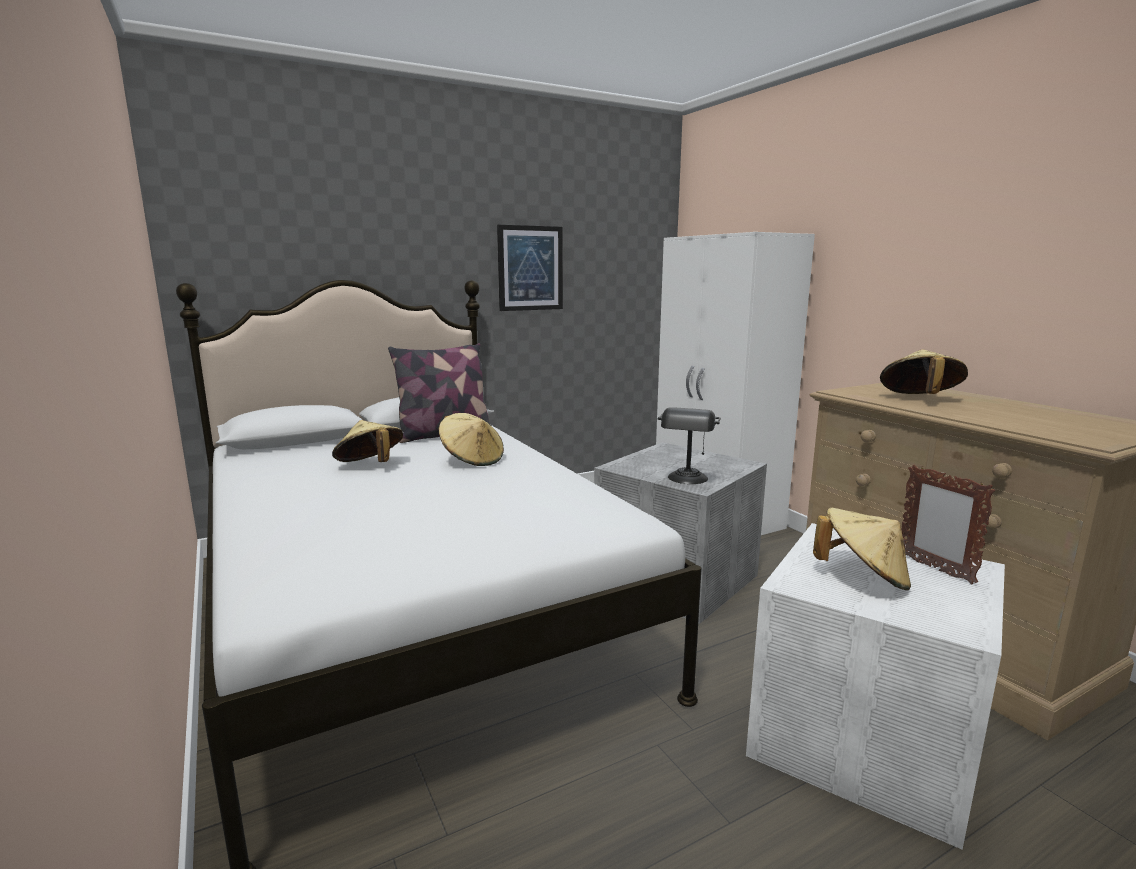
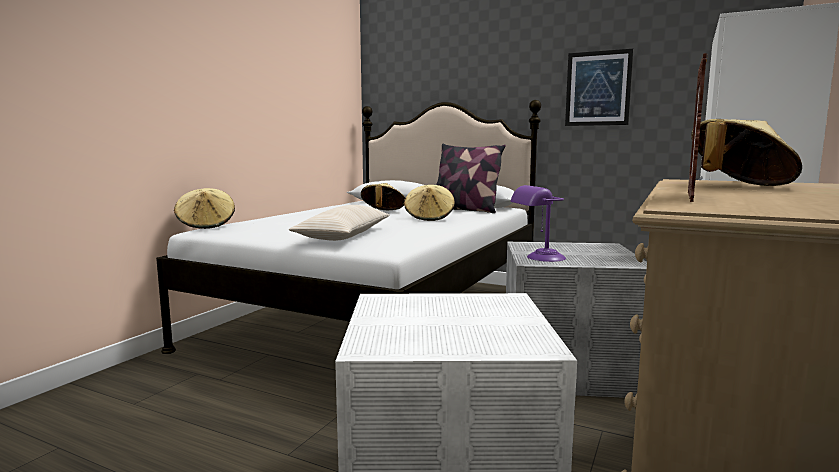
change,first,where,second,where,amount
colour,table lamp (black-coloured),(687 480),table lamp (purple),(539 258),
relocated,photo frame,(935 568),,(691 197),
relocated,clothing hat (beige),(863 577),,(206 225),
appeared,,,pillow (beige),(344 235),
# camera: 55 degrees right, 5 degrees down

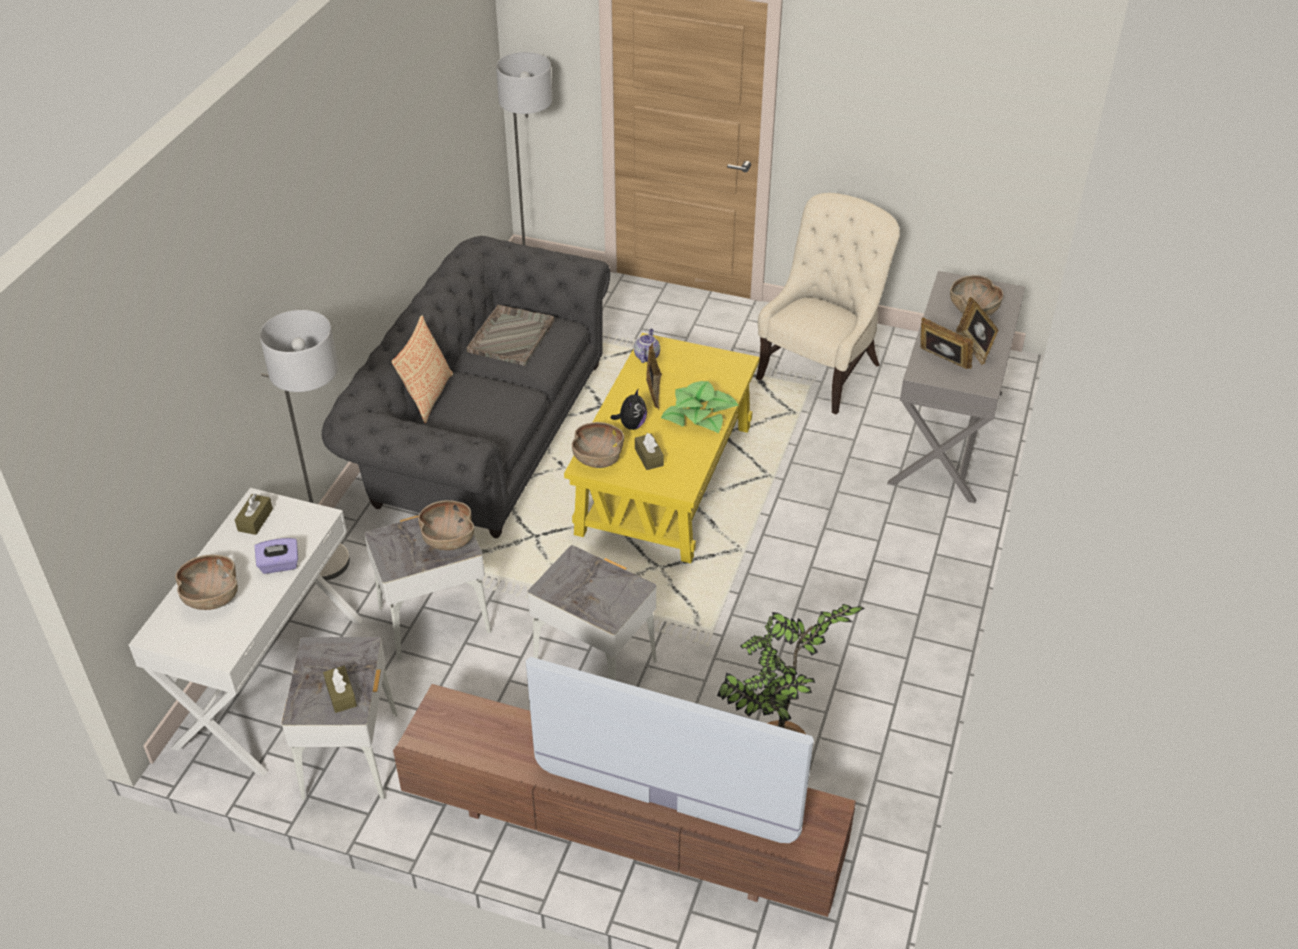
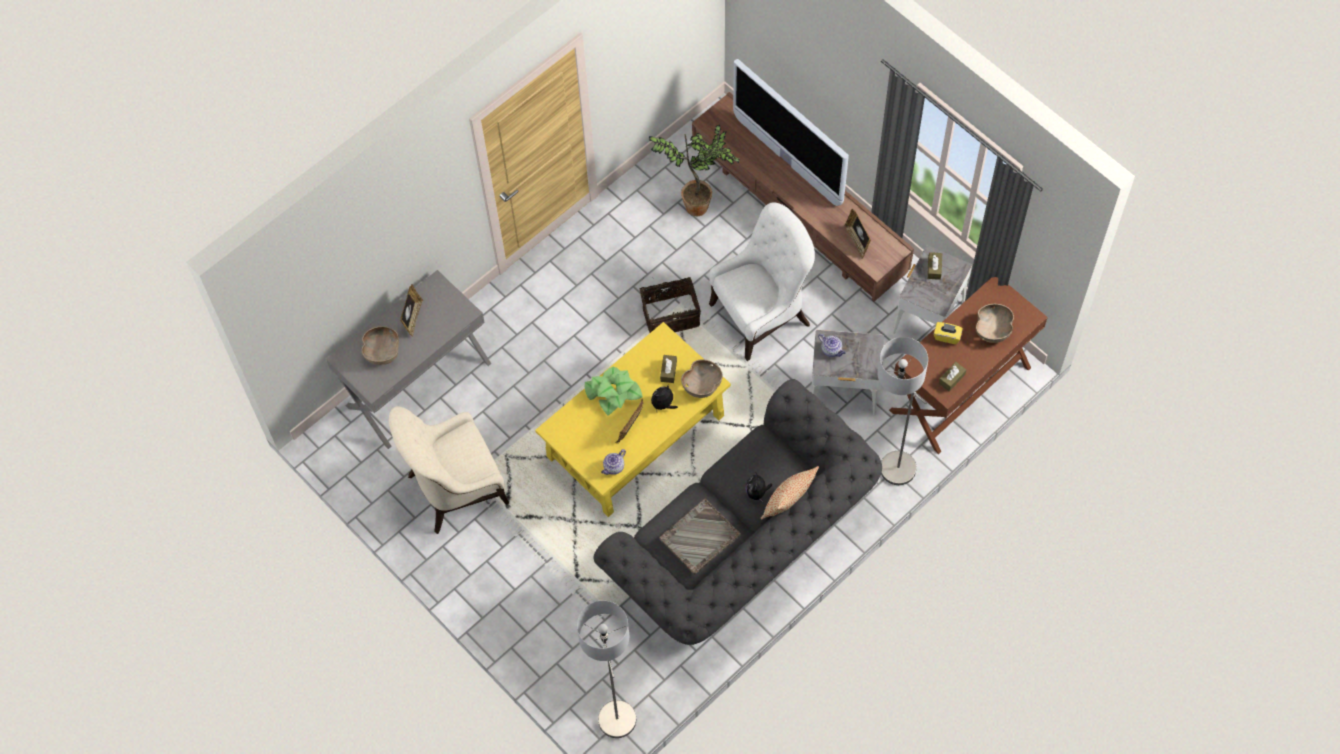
change,first,where,second,where,amount
relocated,photo frame,(942 361),,(857 241),
colour,hall table (white),(269 681),hall table (brownish),(960 389),
exchanged,bowl (brownish),(448 539),pot for tea,(831 350),
colour,tissue box (purple),(279 565),tissue box (yellow-coloured),(947 336),
exchanged,side table,(594 663),easy chair (white),(761 314),
appeared,,,storage basket,(670 314),
appeared,,,plush toy,(757 492),
# camera: 150 degrees left, 20 degrees up

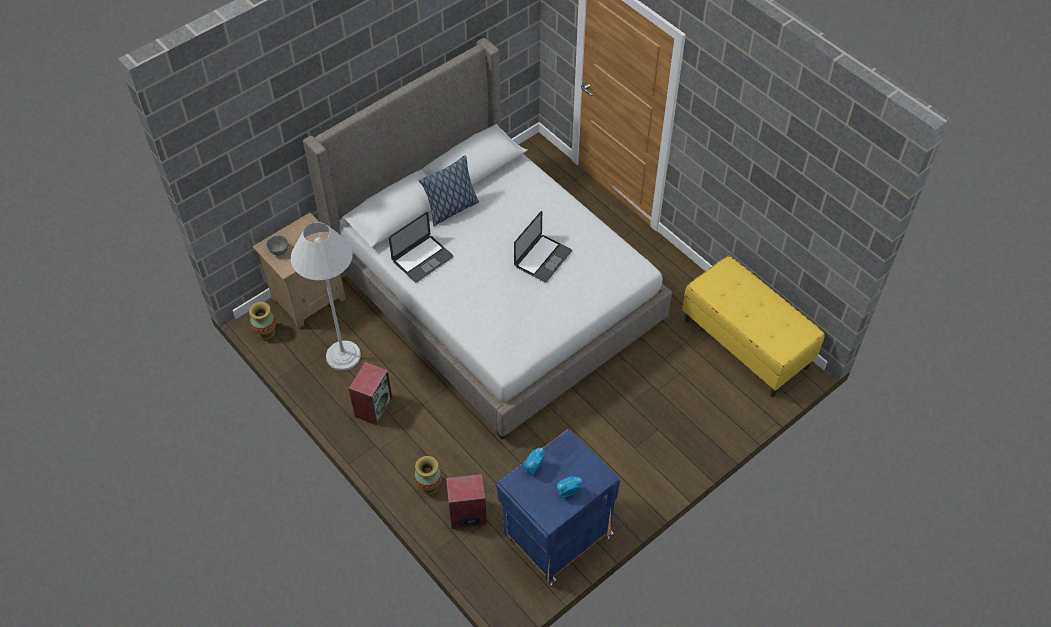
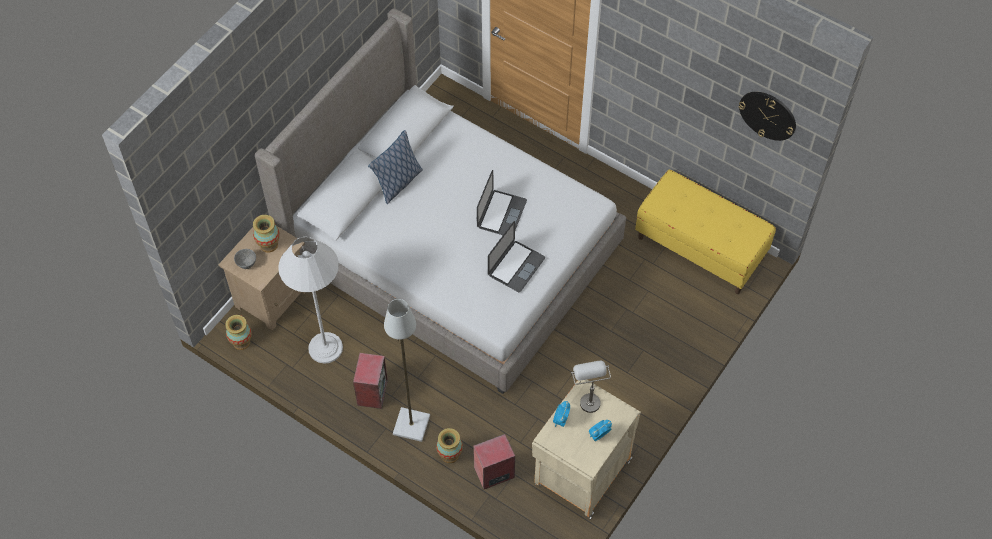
change,first,where,second,where,amount
relocated,notebook computer,(422 258),,(516 266),
colour,cart (blue),(556 538),cart (beige),(581 474),
appeared,,,wall clock,(768 115),
appeared,,,vase,(268 244),
appeared,,,standard lamp (grey),(410 425),
appeared,,,table lamp (grey),(587 397),
# camera: 15 degrees left, 5 degrees up

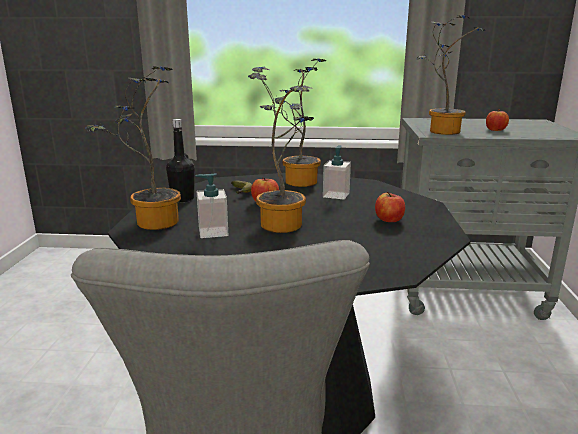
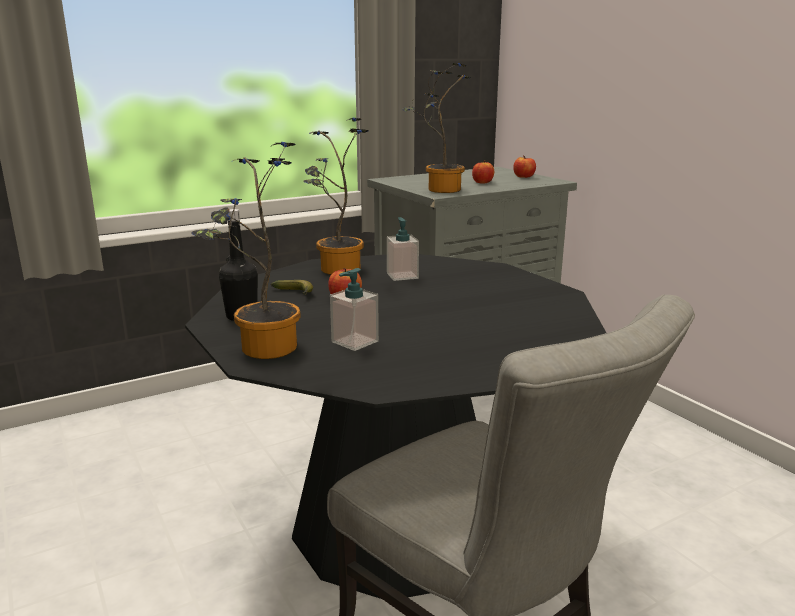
change,first,where,second,where,amount
missing,potted plant,(285 223),,,
relocated,apple,(389 220),,(524 177),
# camera: 35 degrees left, 0 degrees up

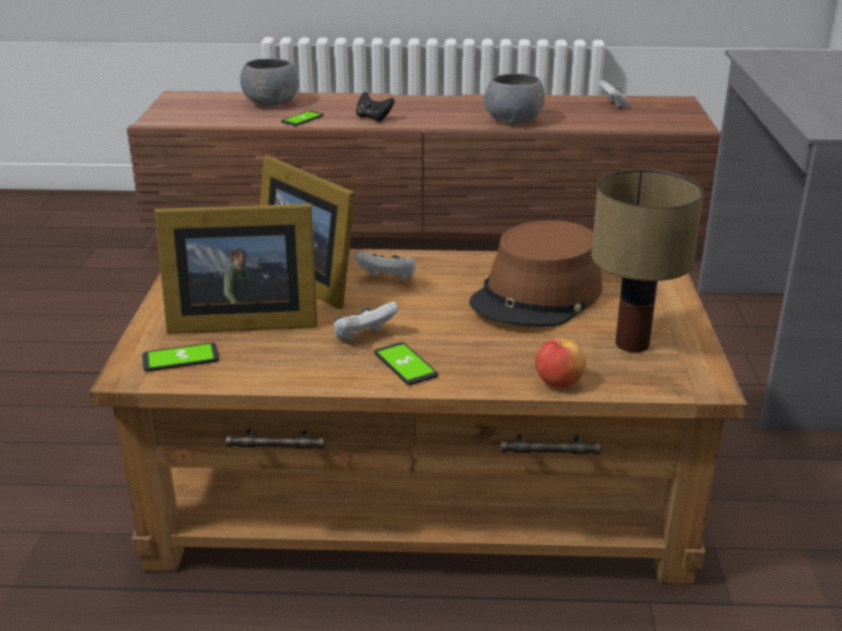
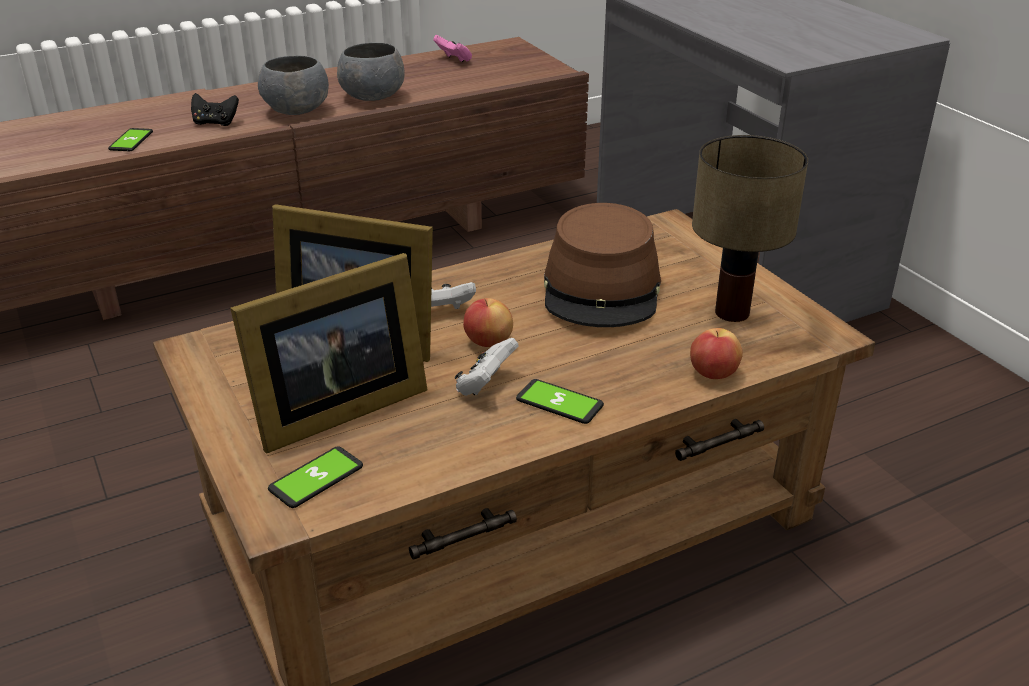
change,first,where,second,where,amount
relocated,bowl (grey),(272 103),,(297 110),
colour,gamepad (white),(614 105),gamepad (pink),(454 60),
appeared,,,apple,(488 342),
# camera: 30 degrees left, 5 degrees up

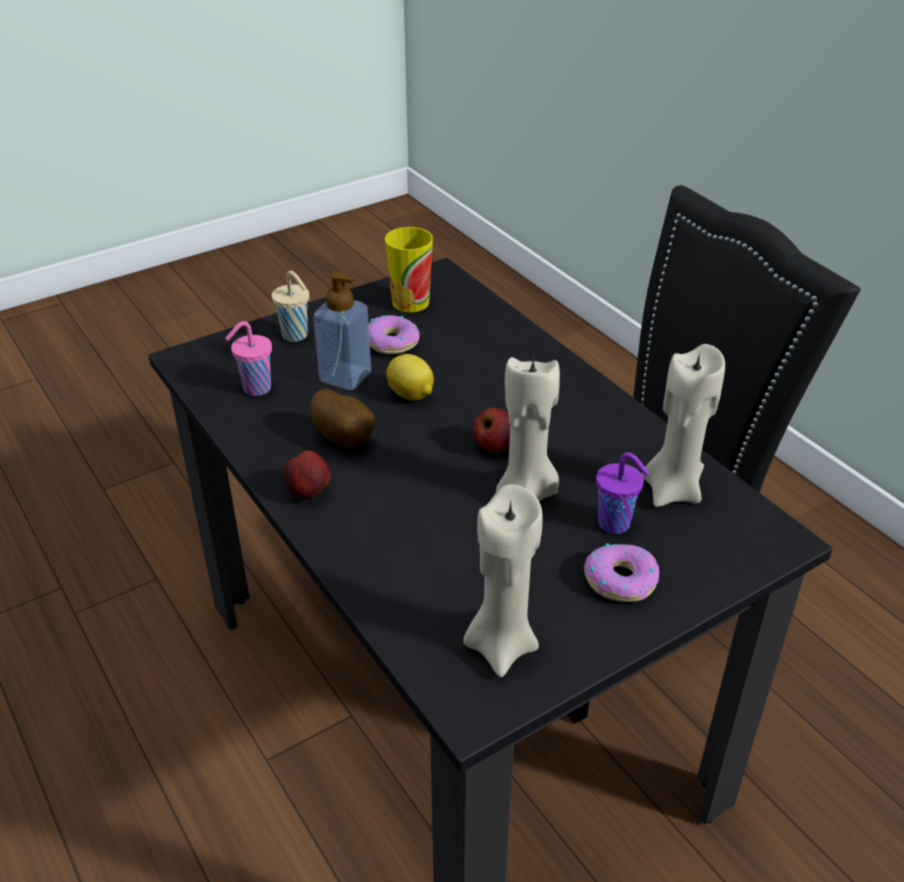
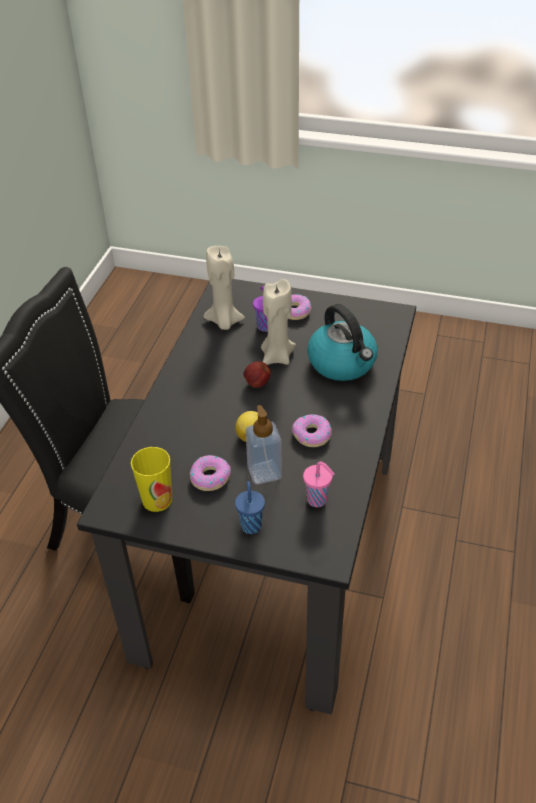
change,first,where,second,where,amount
colour,drinking cup (beige),(296 336),drinking cup (blue),(251 525),
exchanged,spud,(345 438),doughnut,(311 435),
missing,apple,(309 493),,,
missing,wax candle (beige),(501 645),,,
appeared,,,kettle,(343 363),
# camera: 130 degrees left, 5 degrees up

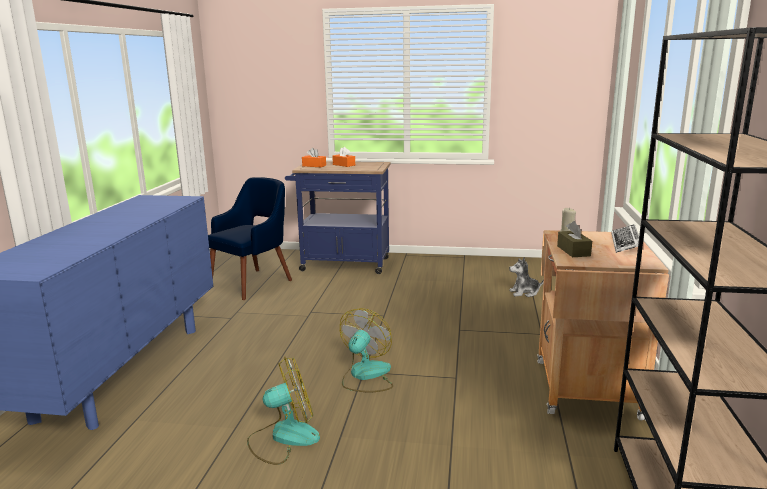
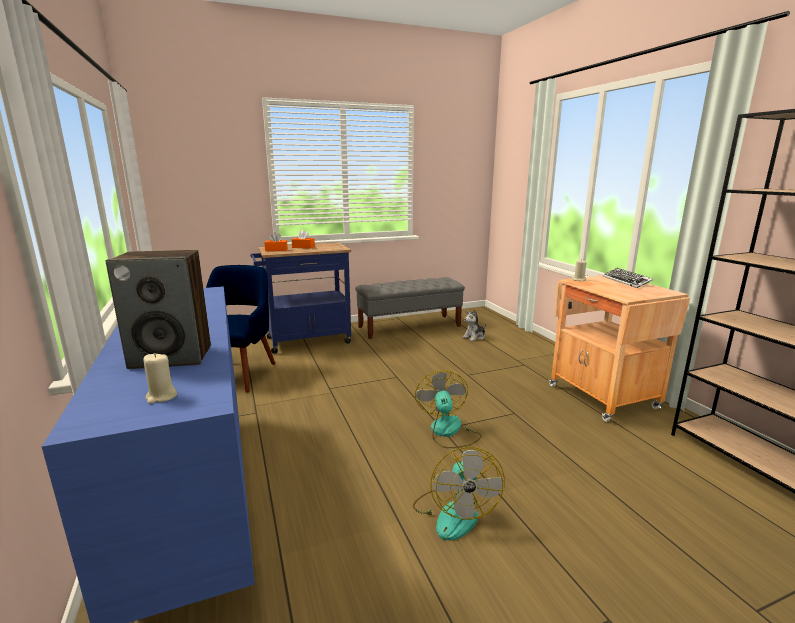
change,first,where,second,where,amount
missing,tissue box (brownish),(573 251),,,
spun,electric fan,(283 437),,(454 512),135 degrees clockwise
appeared,,,speaker,(172 357),
appeared,,,indoor bench (grey),(409 326),
appeared,,,wax candle (beige),(161 397),
# camera: 30 degrees left, 0 degrees up

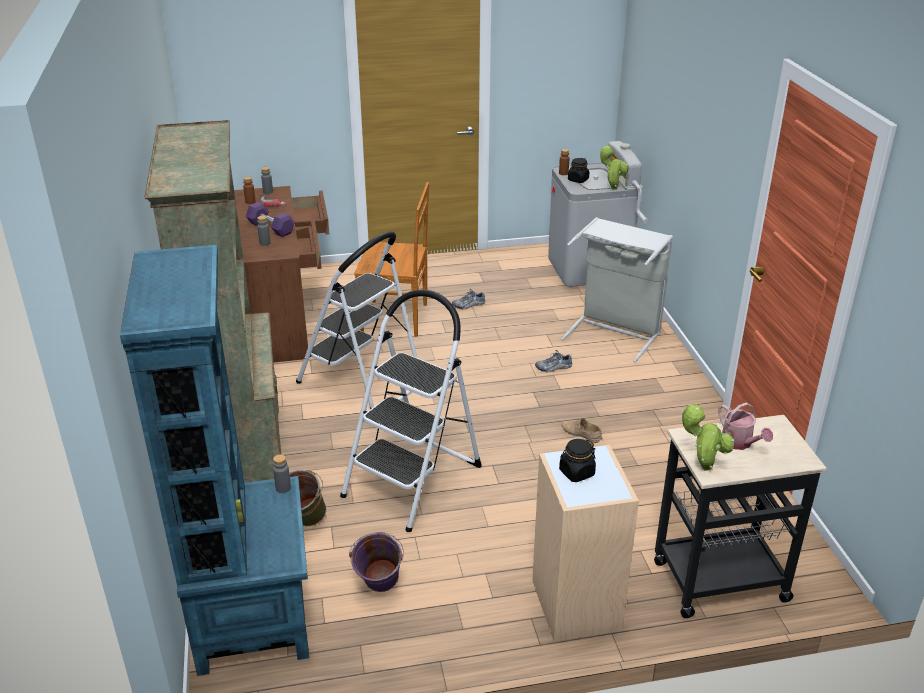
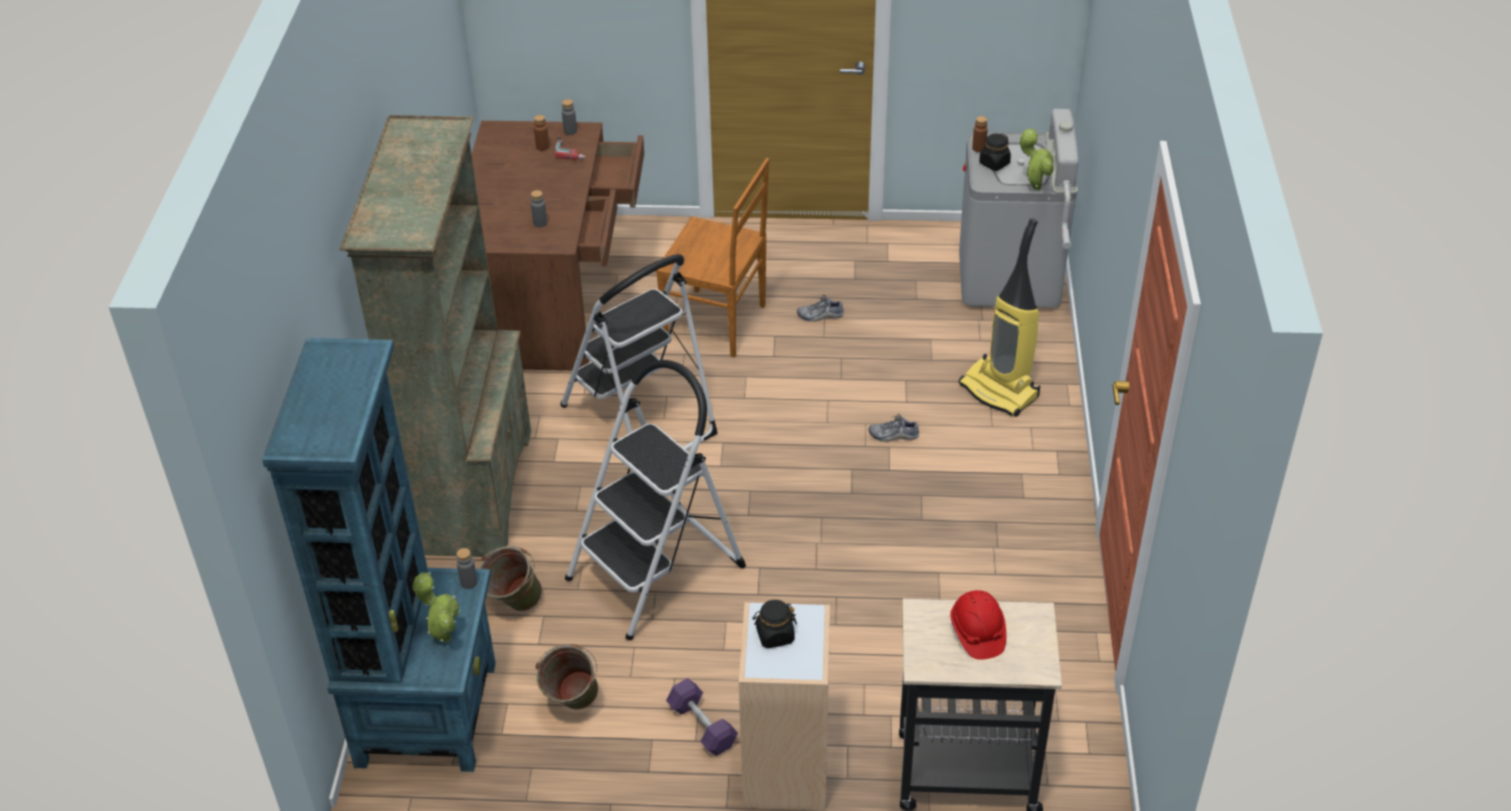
change,first,where,second,where,amount
relocated,free weight (purple),(270 228),,(702 726),
exchanged,hamper (grey),(615 332),vacuum,(1000 391),
exchanged,sprinkling can,(739 443),safety helmet (reddish),(977 633),
relocated,potted plant,(702 466),,(443 636),
missing,shoe (beige),(580 434),,,
colour,pail (purple),(379 590),pail (greenish),(572 706),
# camera: 15 degrees right, 10 degrees up

